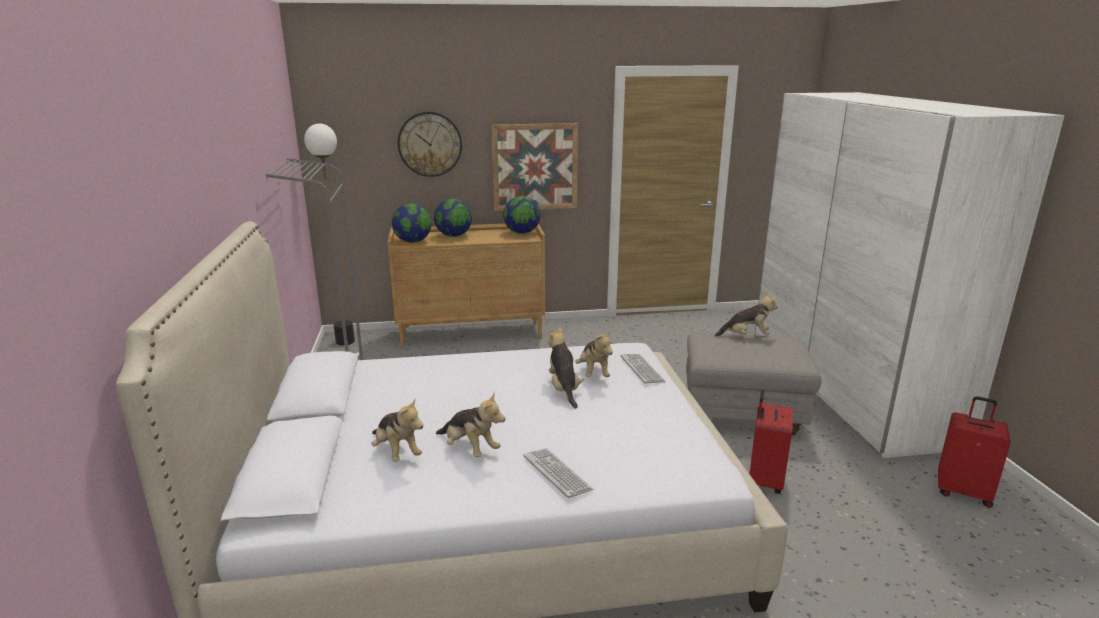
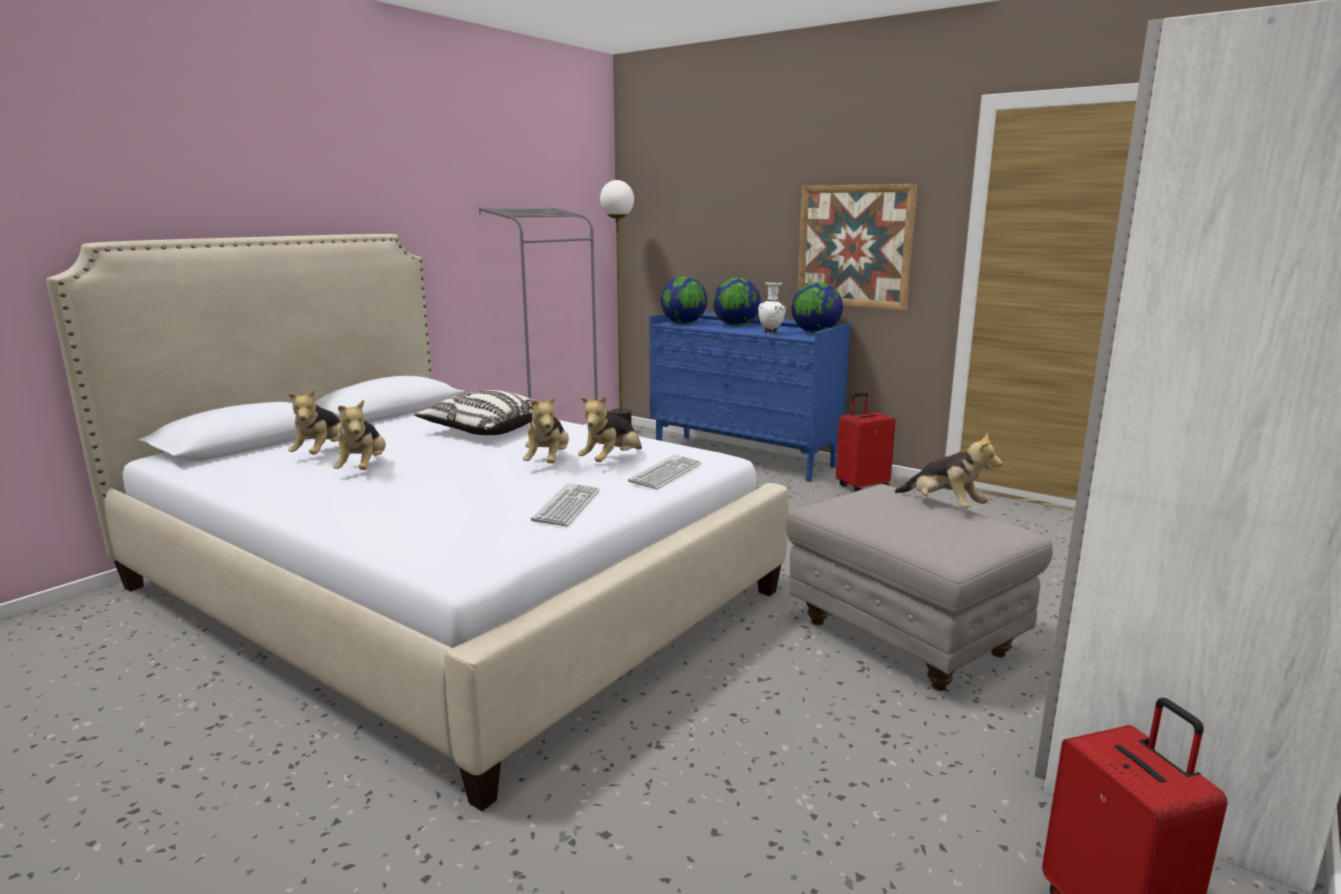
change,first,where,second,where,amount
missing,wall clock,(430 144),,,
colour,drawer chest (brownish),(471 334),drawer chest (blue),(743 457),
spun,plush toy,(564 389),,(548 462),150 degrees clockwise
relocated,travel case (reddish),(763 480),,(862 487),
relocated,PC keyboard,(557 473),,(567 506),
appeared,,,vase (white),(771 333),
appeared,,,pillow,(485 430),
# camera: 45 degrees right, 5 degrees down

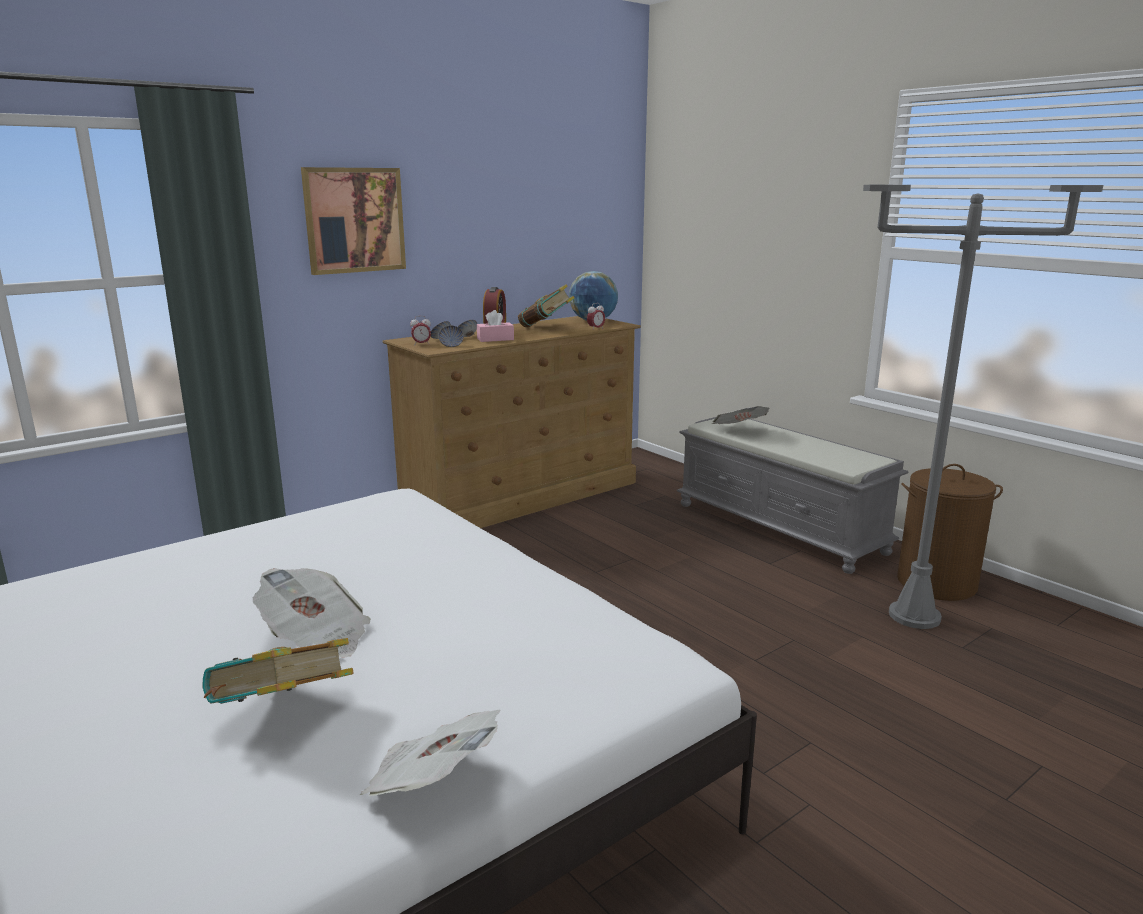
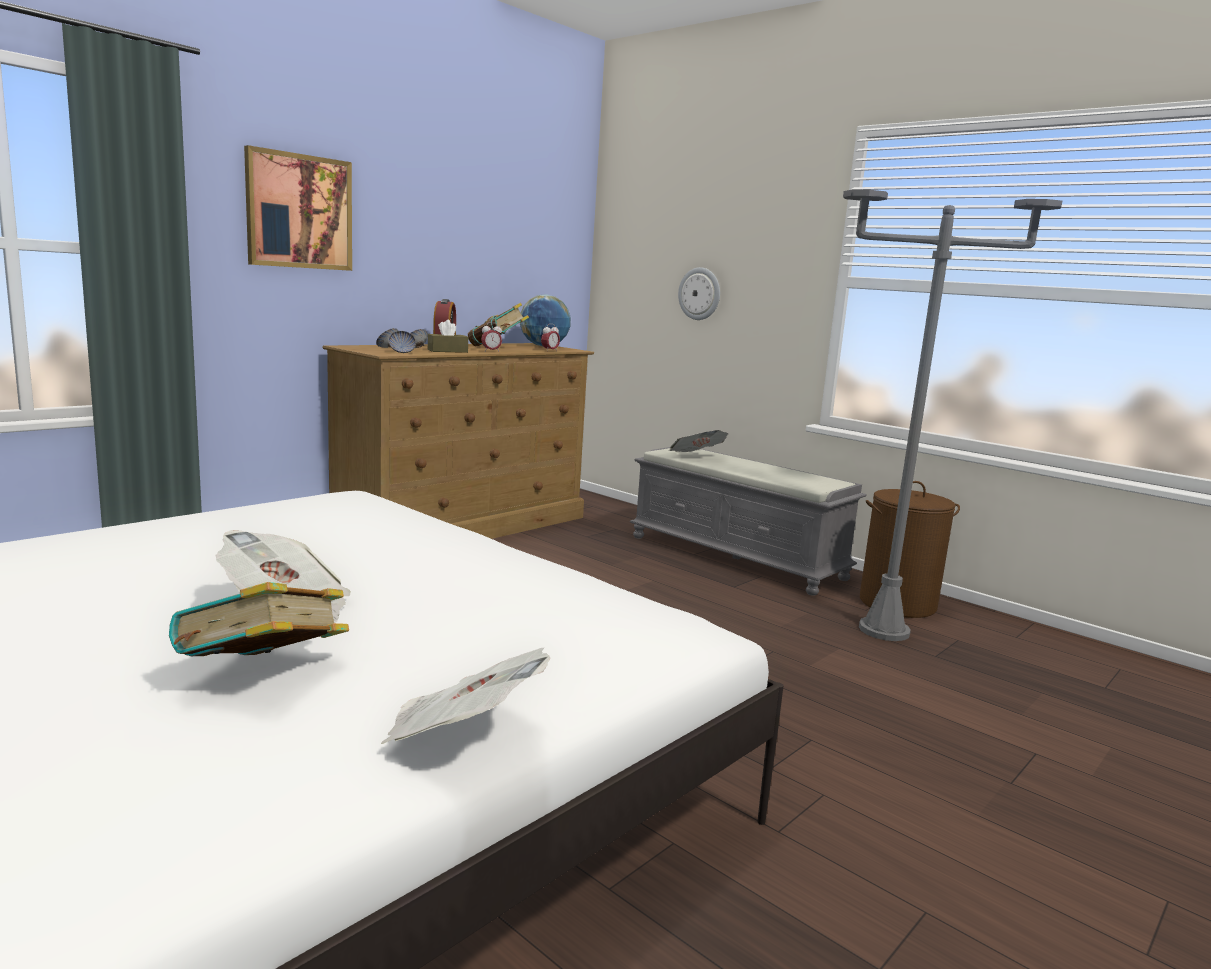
change,first,where,second,where,amount
colour,tissue box (pink),(495 339),tissue box (brownish),(447 351),
relocated,table clock,(421 344),,(491 351),
appeared,,,wall clock,(700 294),
# camera: 10 degrees left, 5 degrees down

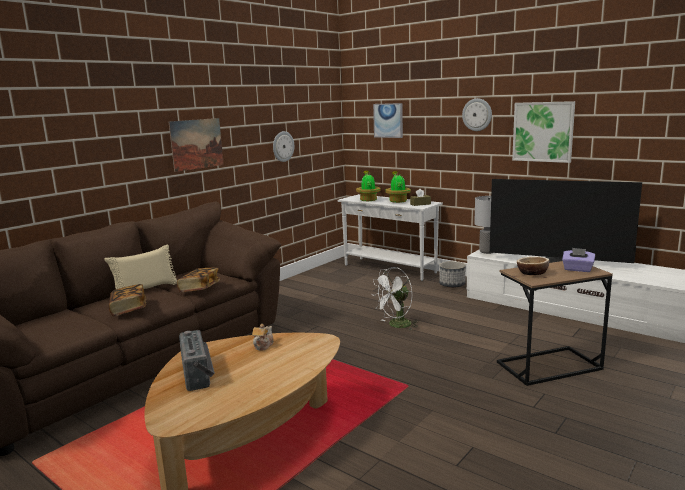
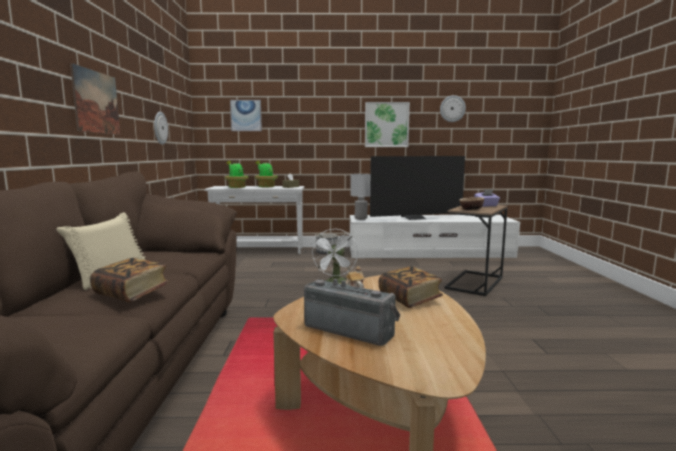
change,first,where,second,where,amount
relocated,wall clock,(477 114),,(452 108),
relocated,book,(200 288),,(409 299),
# camera: 40 degrees left, 5 degrees down

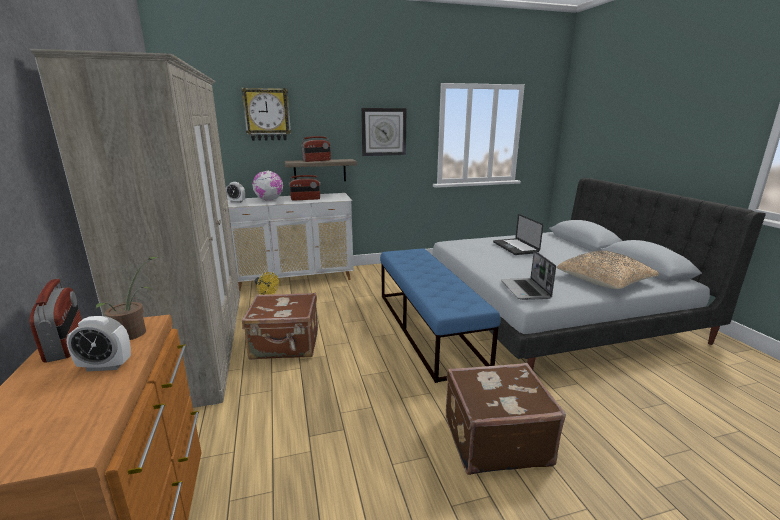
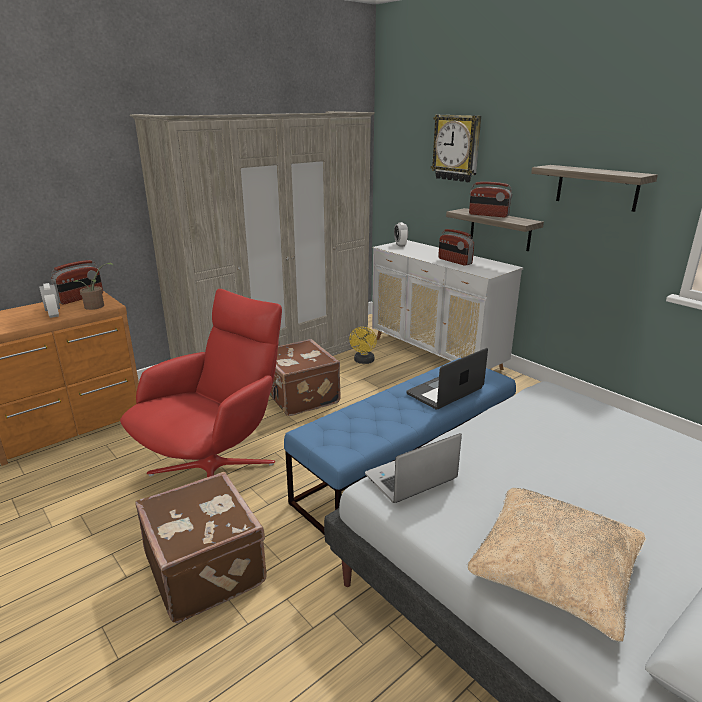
change,first,where,second,where,amount
exchanged,wall clock,(383 132),wall shelf,(597 187),
missing,desk globe,(269 200),,,
relocated,notebook computer,(515 247),,(445 391),
appeared,,,easy chair (reddish),(215 467),
# camera: 65 degrees right, 5 degrees up

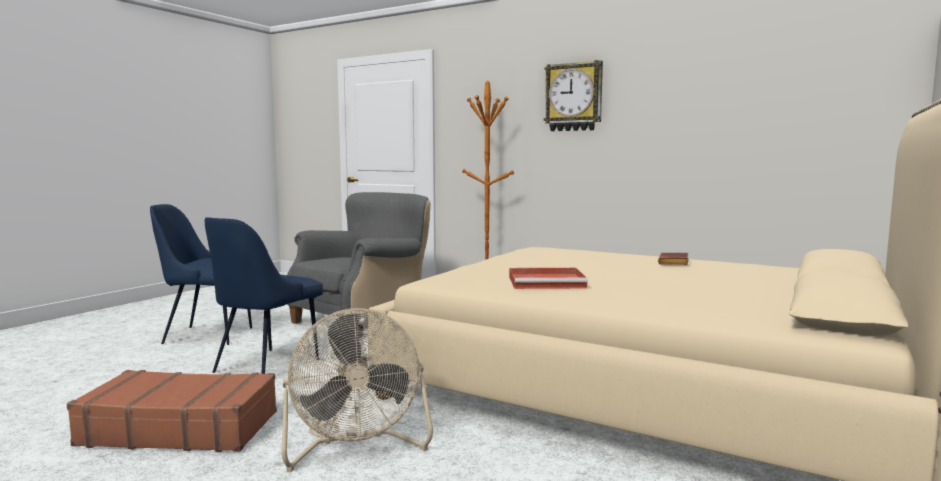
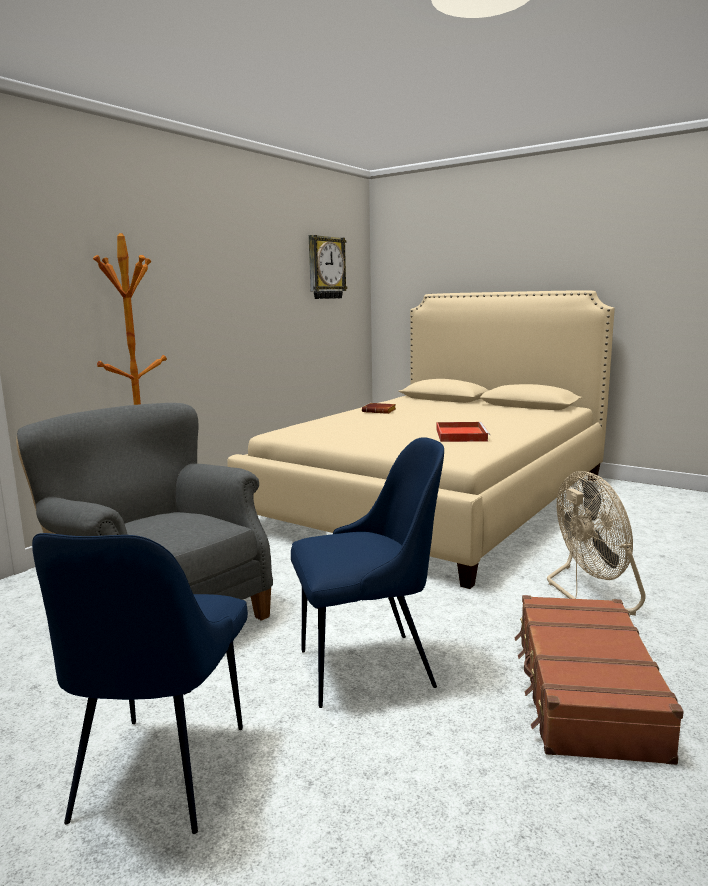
change,first,where,second,where,amount
relocated,wall clock,(573 97),,(325 268),
spun,plain chair (blue),(266 366),,(367 668),45 degrees counterclockwise
# camera: 85 degrees left, 5 degrees up

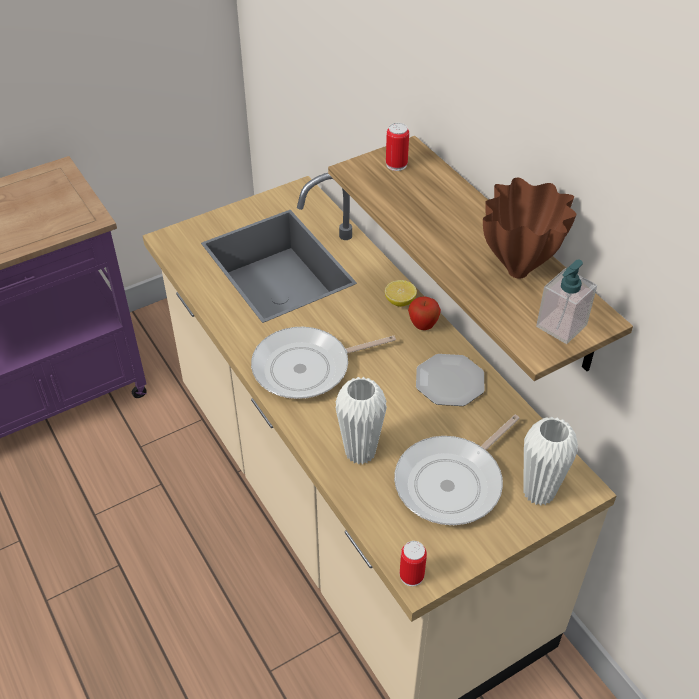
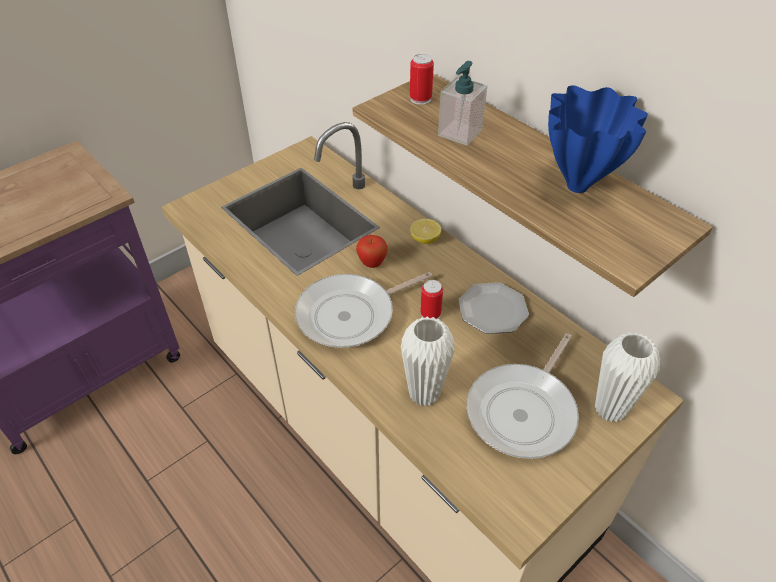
change,first,where,second,where,amount
colour,vase (brownish),(519 271),vase (blue),(579 185),
relocated,liquid soap bottle,(561 326),,(460 133),
relocated,apple,(423 326),,(372 263),
relocated,sealed can,(411 576),,(430 314),
# camera: 10 degrees left, 0 degrees up

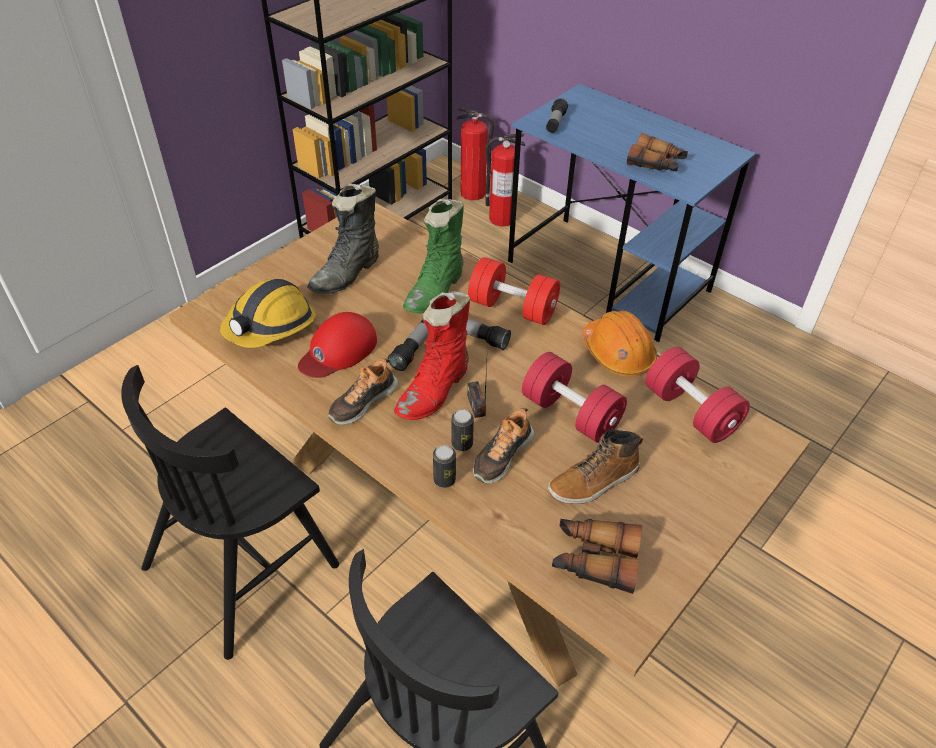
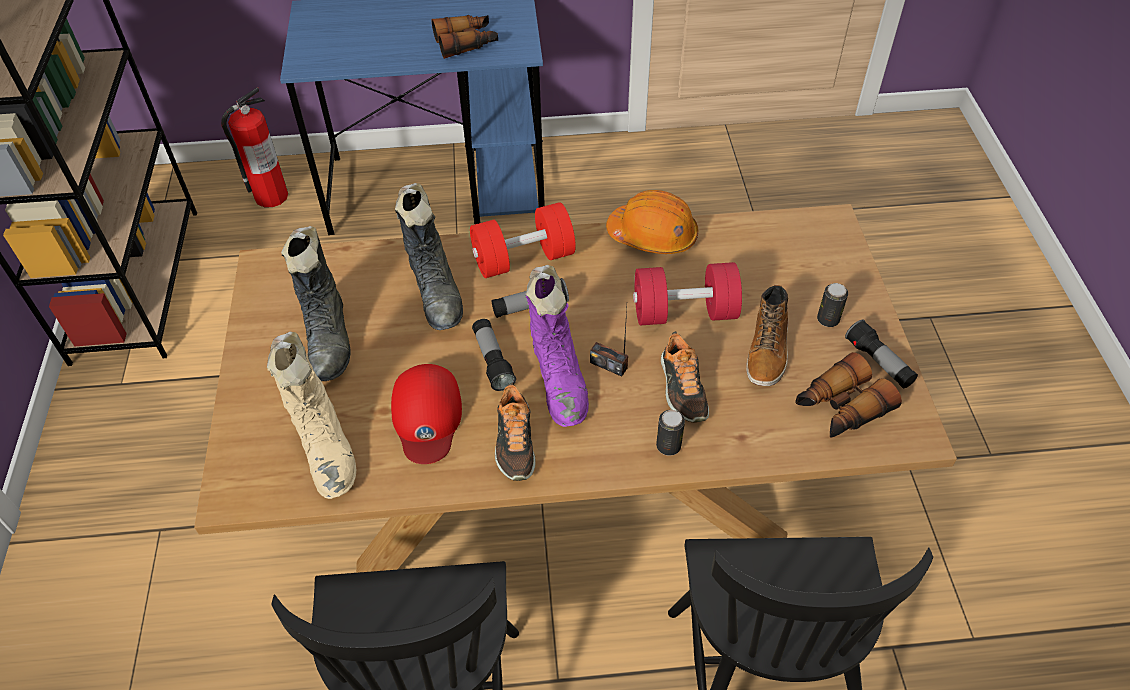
change,first,where,second,where,amount
relocated,hand torch,(555 123),,(878 362),
missing,fire-fighting cylinder,(473 193),,,
colour,high-top boot (greenish),(436 290),high-top boot (black-coloured),(437 292),
exchanged,safety helmet,(271 326),high-top boot (beige),(326 447),
colour,high-top boot (reddish),(435 390),high-top boot (purple),(560 380),
missing,free weight (reddish),(690 411),,,
relocated,sealed can,(462 444),,(828 319),
# camera: 45 degrees left, 5 degrees up

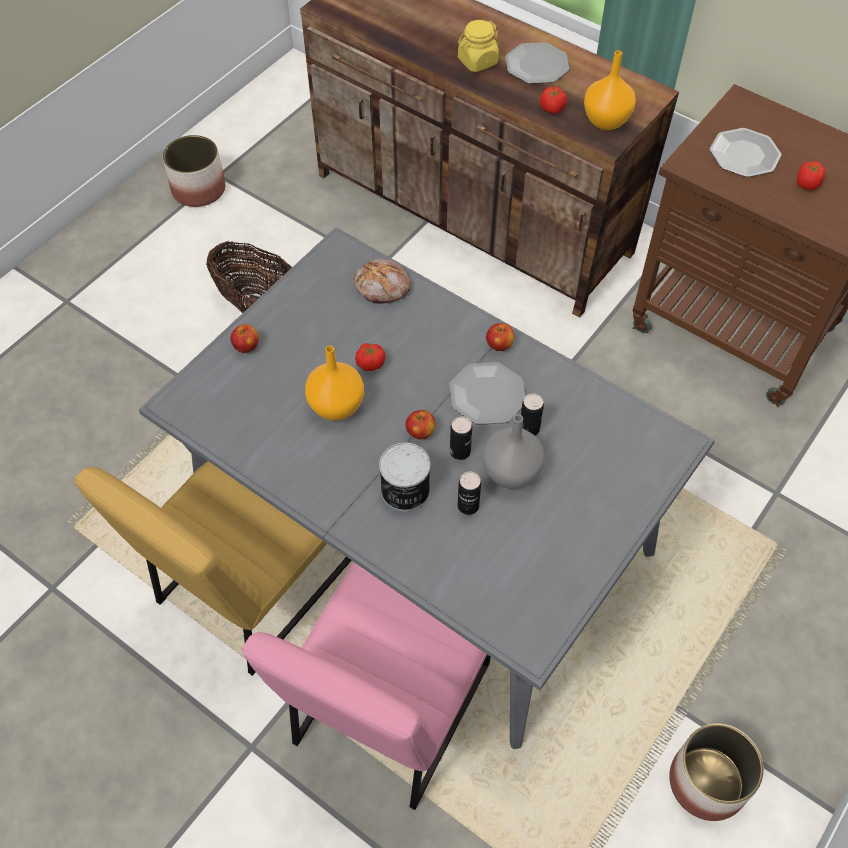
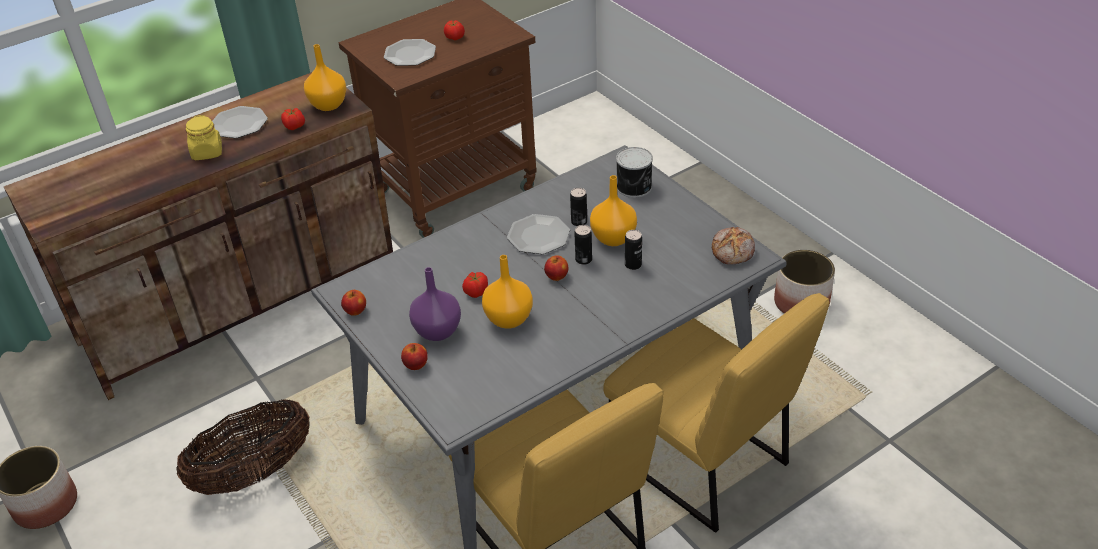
change,first,where,second,where,amount
relocated,bakery bread,(382 288),,(733 251),
relocated,apple,(499 345),,(355 311),
colour,vase (grey),(510 473),vase (orangey),(613 239),
relocated,sealed can,(405 491),,(635 187),
colour,plain chair (pink),(388 707),plain chair (yellow-coloured),(701 462),
appeared,,,vase (purple),(437 332),
# camera: 70 degrees left, 15 degrees down

